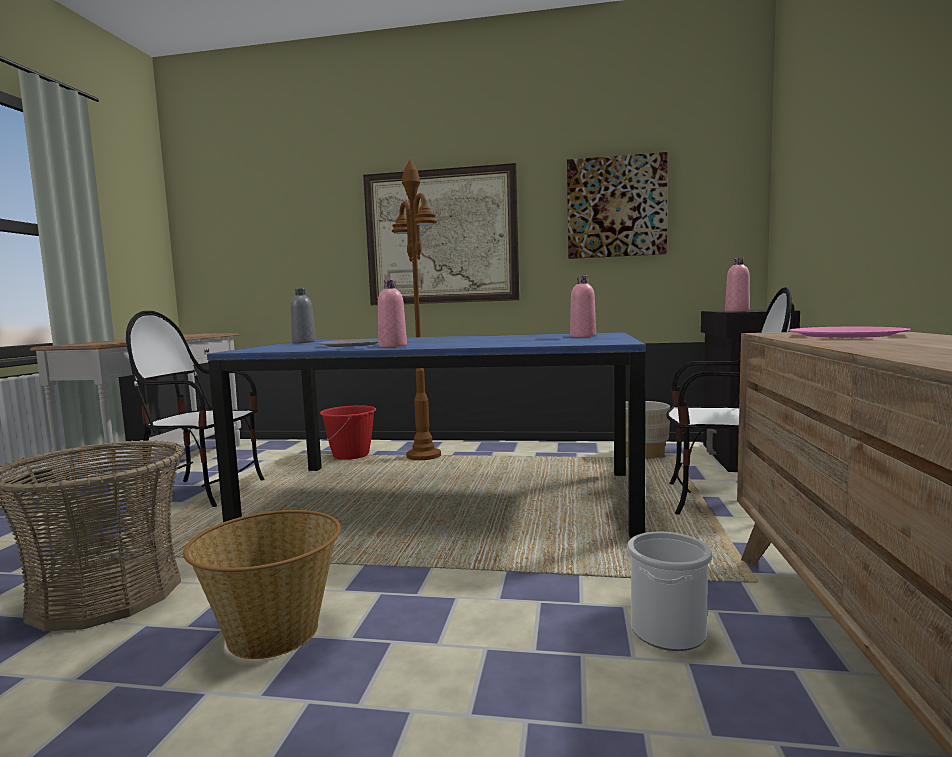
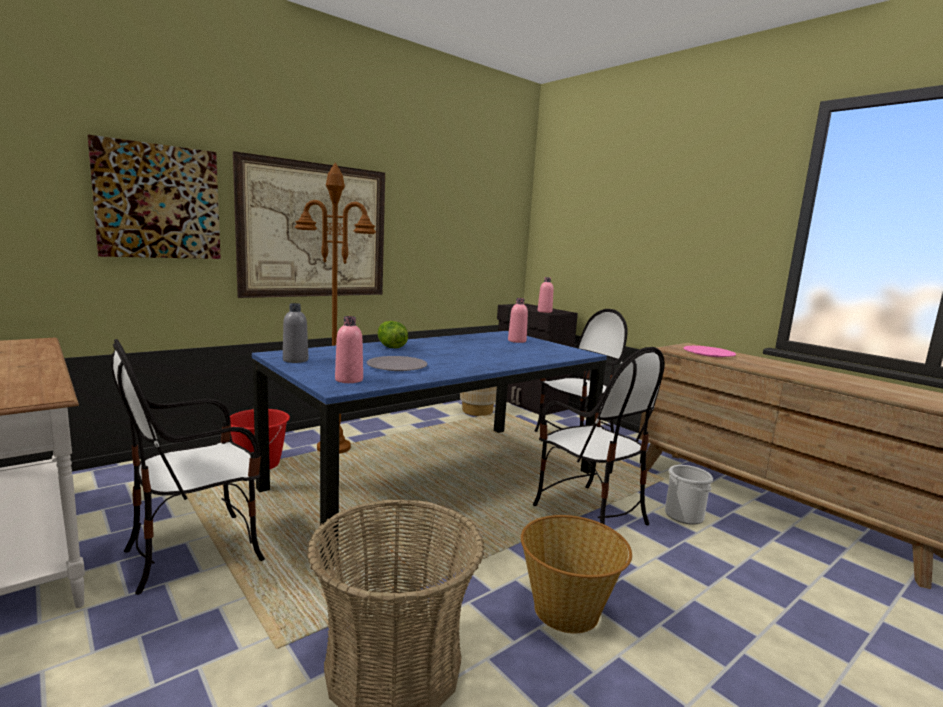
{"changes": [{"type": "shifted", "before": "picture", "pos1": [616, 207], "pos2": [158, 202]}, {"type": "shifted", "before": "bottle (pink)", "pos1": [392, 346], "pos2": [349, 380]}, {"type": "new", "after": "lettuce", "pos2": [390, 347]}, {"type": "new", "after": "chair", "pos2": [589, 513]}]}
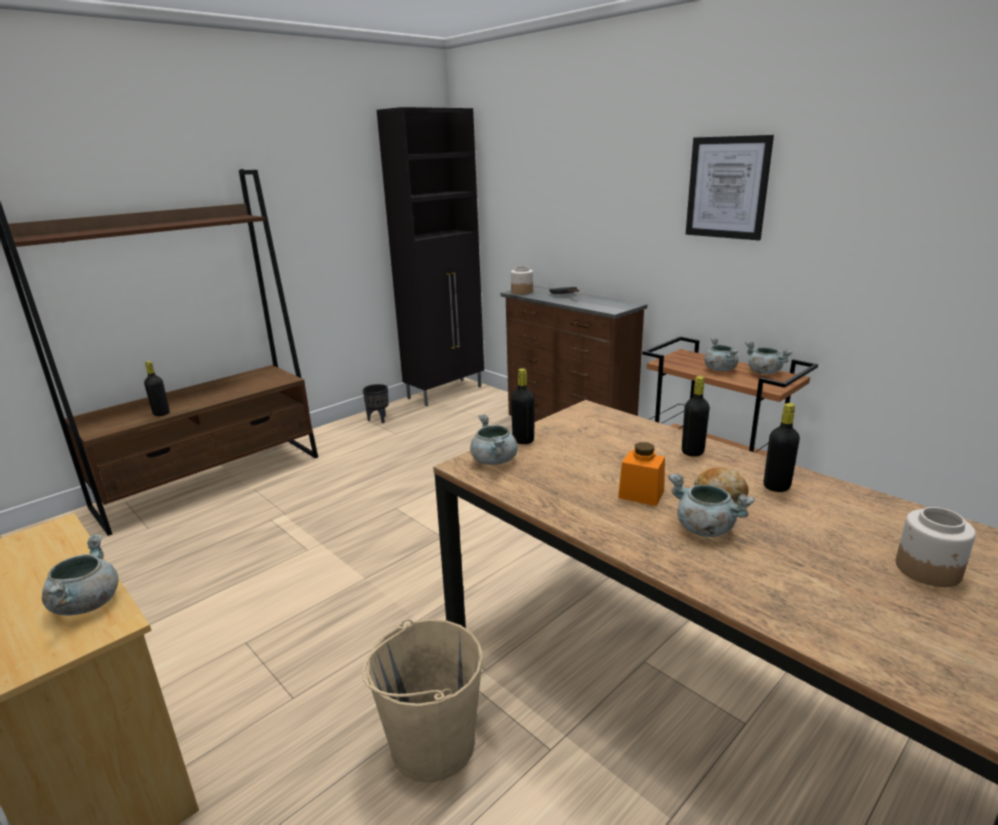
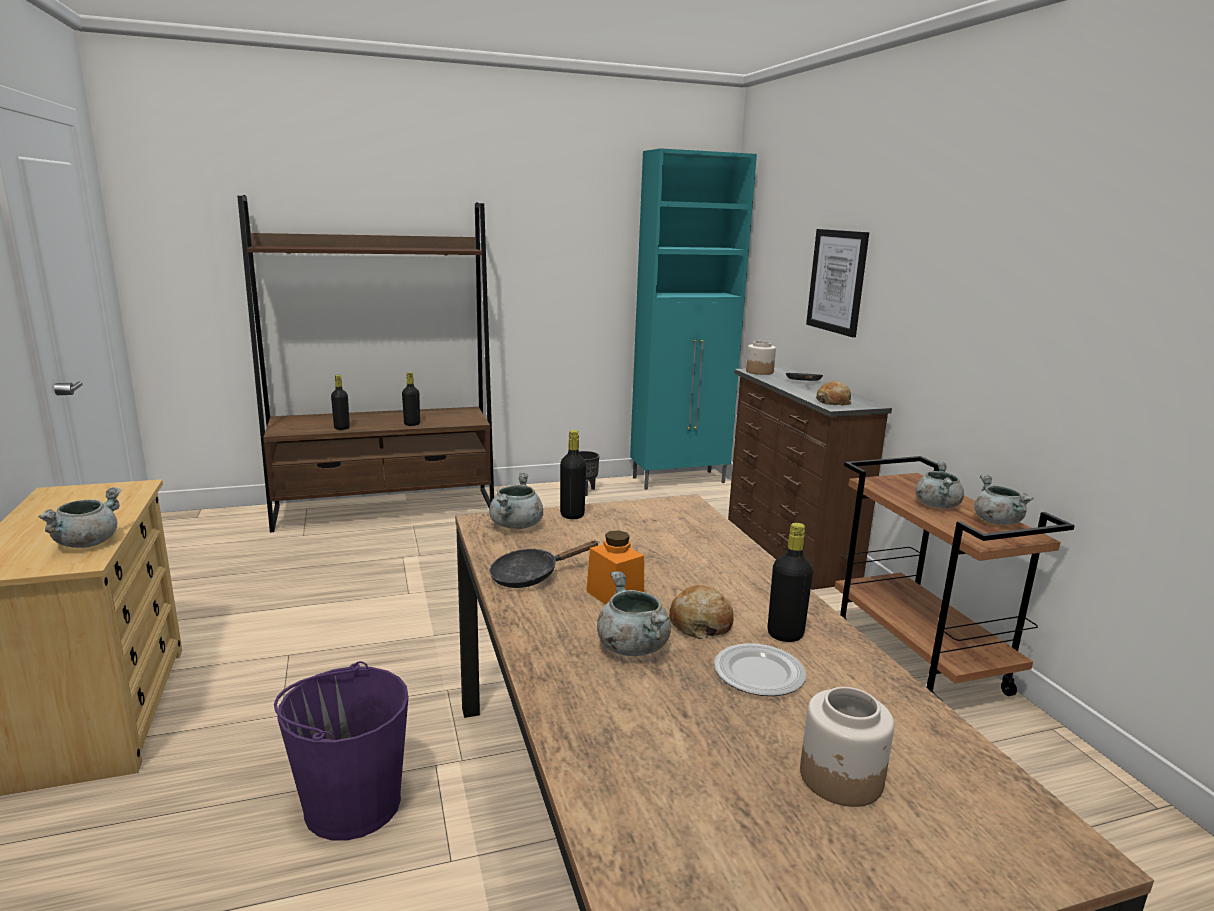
{"changes": [{"type": "repainted", "before": "cabinet (black)", "after": "cabinet (turquoise)", "pos1": [446, 392], "pos2": [680, 480]}, {"type": "shifted", "before": "picture", "pos1": [727, 188], "pos2": [837, 281]}, {"type": "shifted", "before": "bottle (black)", "pos1": [692, 452], "pos2": [412, 424]}, {"type": "repainted", "before": "bucket (beige)", "after": "bucket (purple)", "pos1": [432, 743], "pos2": [352, 804]}, {"type": "new", "after": "bread", "pos2": [833, 402]}, {"type": "new", "after": "frying pan (black)", "pos2": [531, 576]}, {"type": "new", "after": "plate", "pos2": [759, 675]}]}
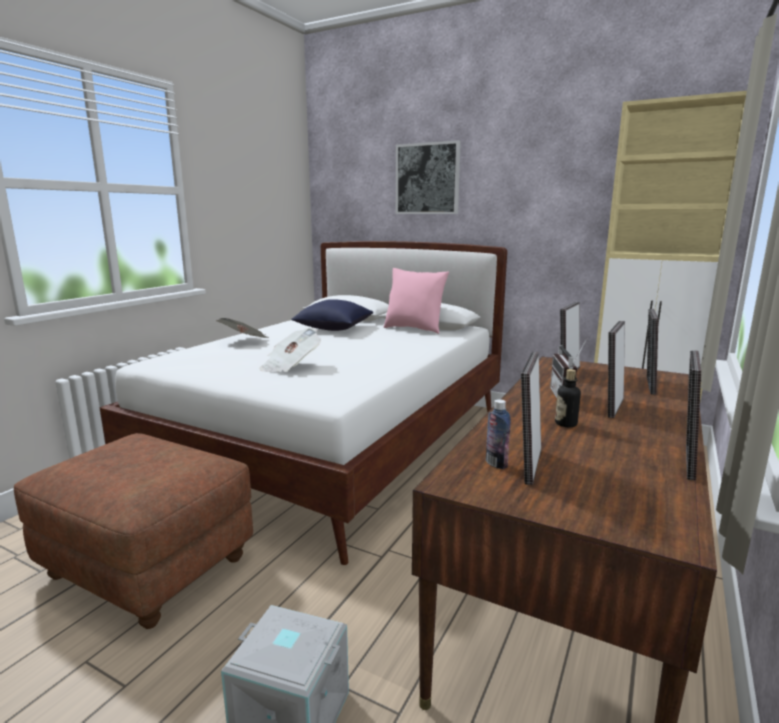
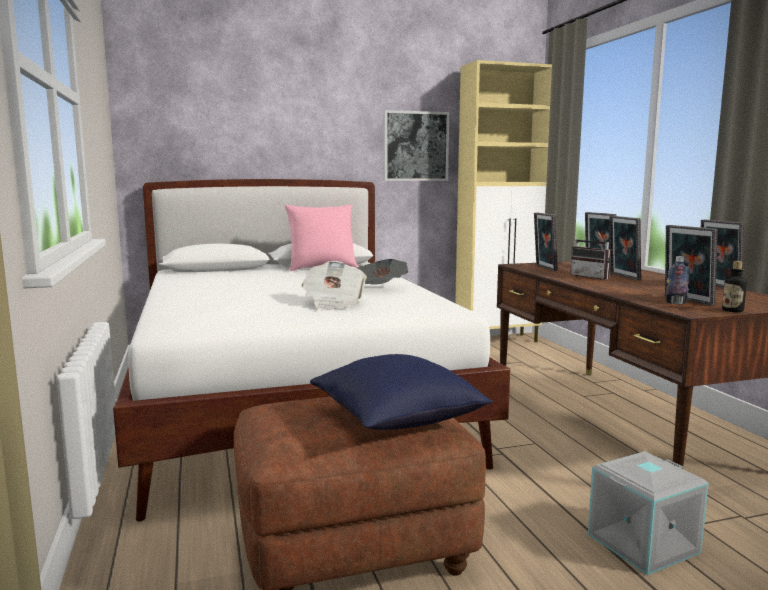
{"changes": [{"type": "shifted", "before": "picture", "pos1": [427, 179], "pos2": [415, 146]}, {"type": "shifted", "before": "pillow (blue)", "pos1": [333, 329], "pos2": [397, 419]}, {"type": "shifted", "before": "newspaper", "pos1": [245, 342], "pos2": [379, 289]}, {"type": "shifted", "before": "bottle", "pos1": [565, 424], "pos2": [732, 310]}]}
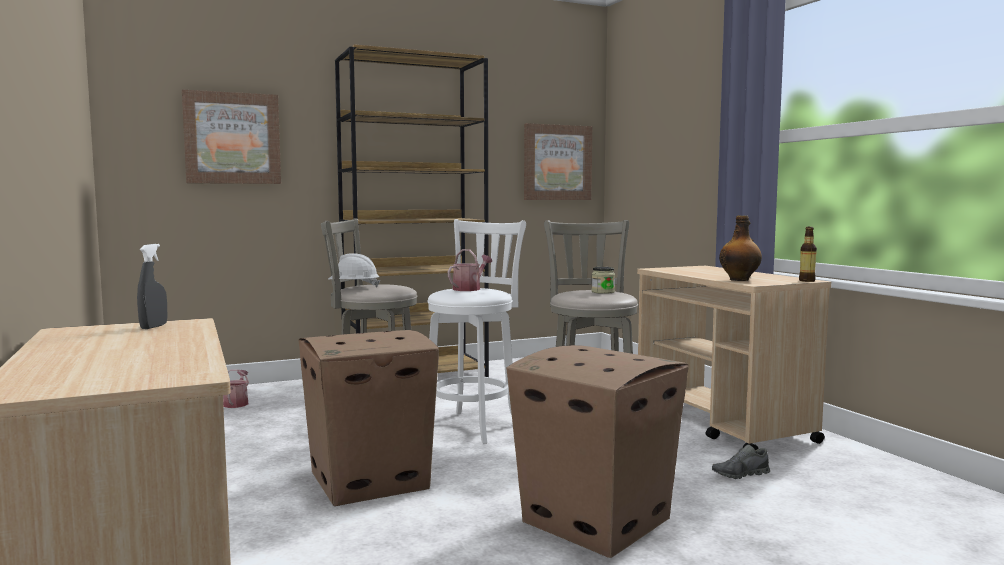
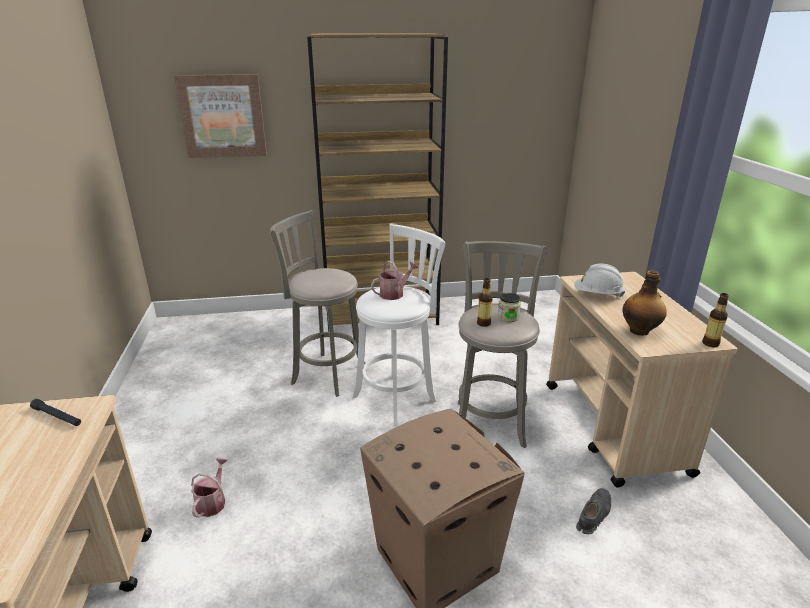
{"changes": [{"type": "gone", "before": "picture", "pos1": [557, 162]}, {"type": "swapped", "before": "spray bottle (grey)", "after": "flashlight (black)", "pos1": [153, 327], "pos2": [57, 417]}, {"type": "shifted", "before": "hard hat (white)", "pos1": [353, 287], "pos2": [597, 295]}, {"type": "gone", "before": "cardboard box", "pos1": [371, 480]}, {"type": "shifted", "before": "watering can", "pos1": [237, 403], "pos2": [212, 502]}, {"type": "rotated", "before": "shoe (grey)", "pos1": [740, 475], "pos2": [593, 515], "turn": 135}, {"type": "new", "after": "bottle", "pos2": [483, 323]}]}
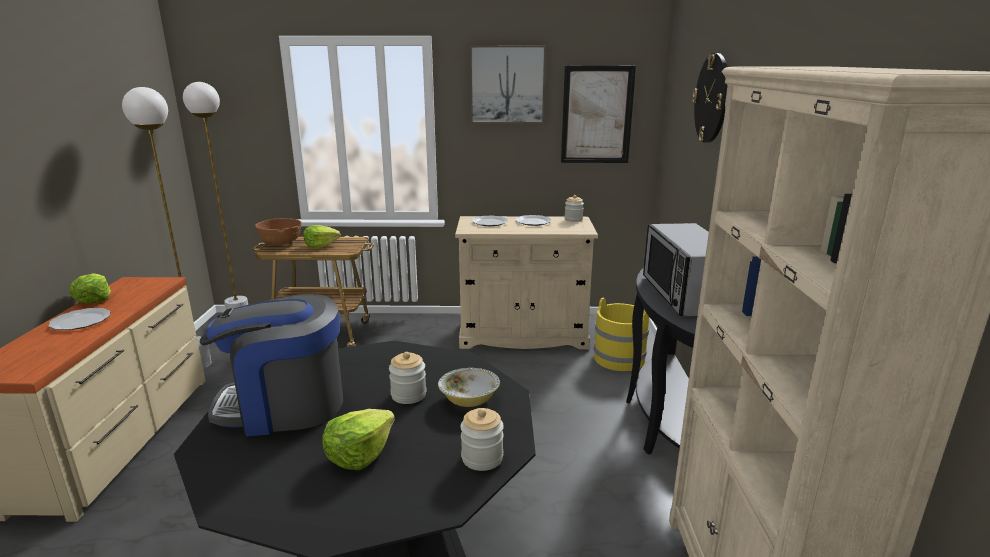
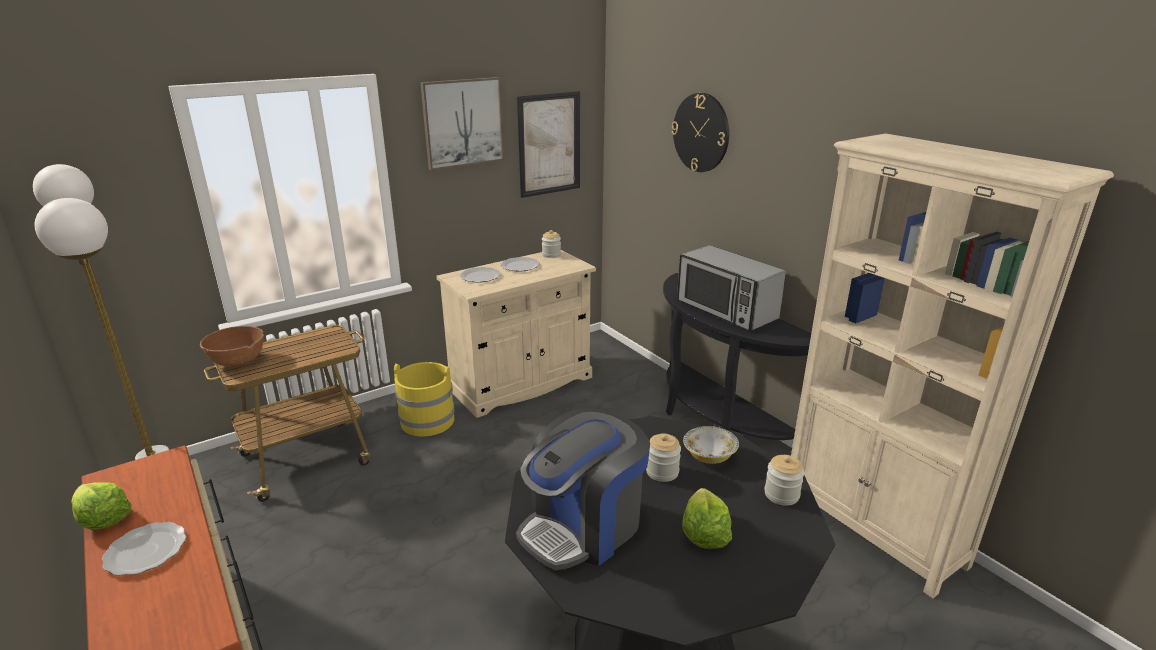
{"changes": [{"type": "gone", "before": "lettuce", "pos1": [320, 245]}, {"type": "shifted", "before": "bucket (yellow)", "pos1": [619, 358], "pos2": [428, 421]}]}
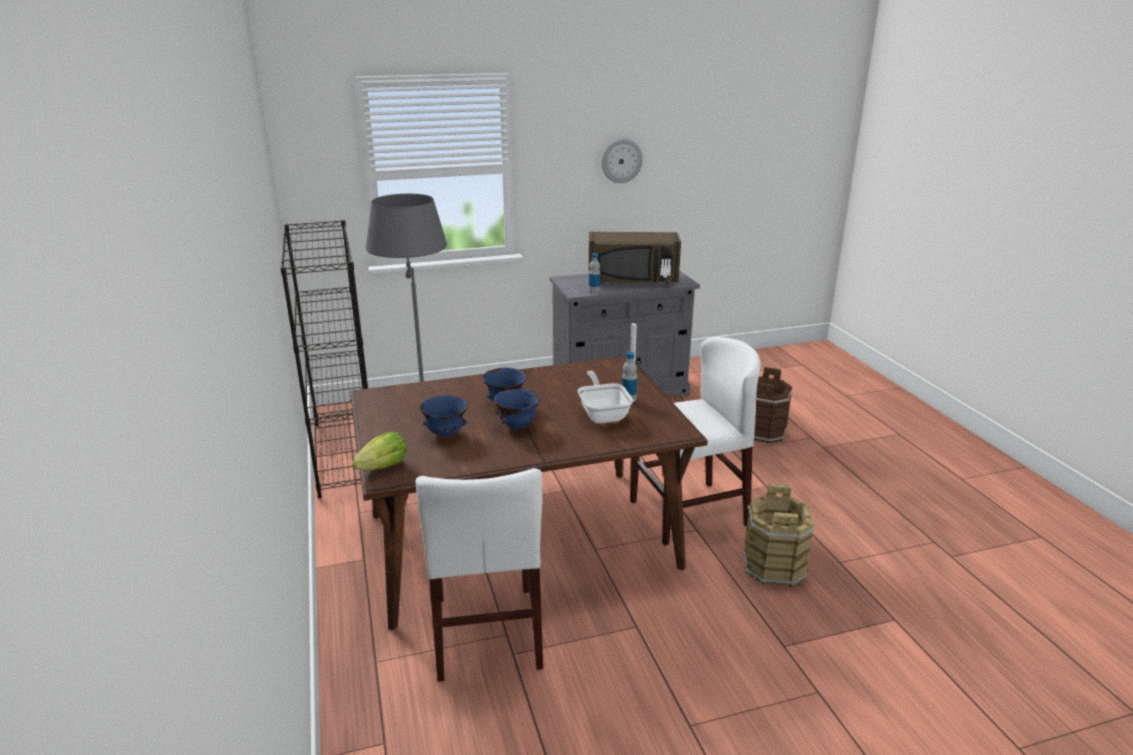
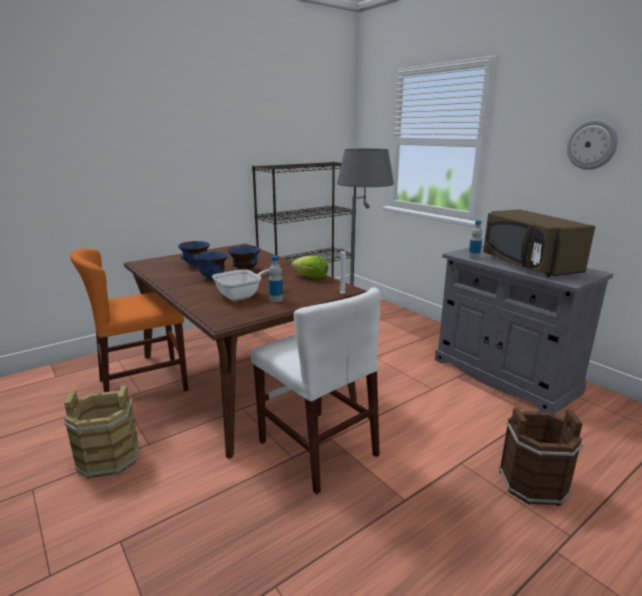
{"changes": [{"type": "shifted", "before": "lettuce", "pos1": [384, 467], "pos2": [311, 278]}, {"type": "repainted", "before": "chair (white)", "after": "chair (orange)", "pos1": [487, 631], "pos2": [143, 385]}, {"type": "shifted", "before": "bucket (brown)", "pos1": [773, 566], "pos2": [109, 457]}]}
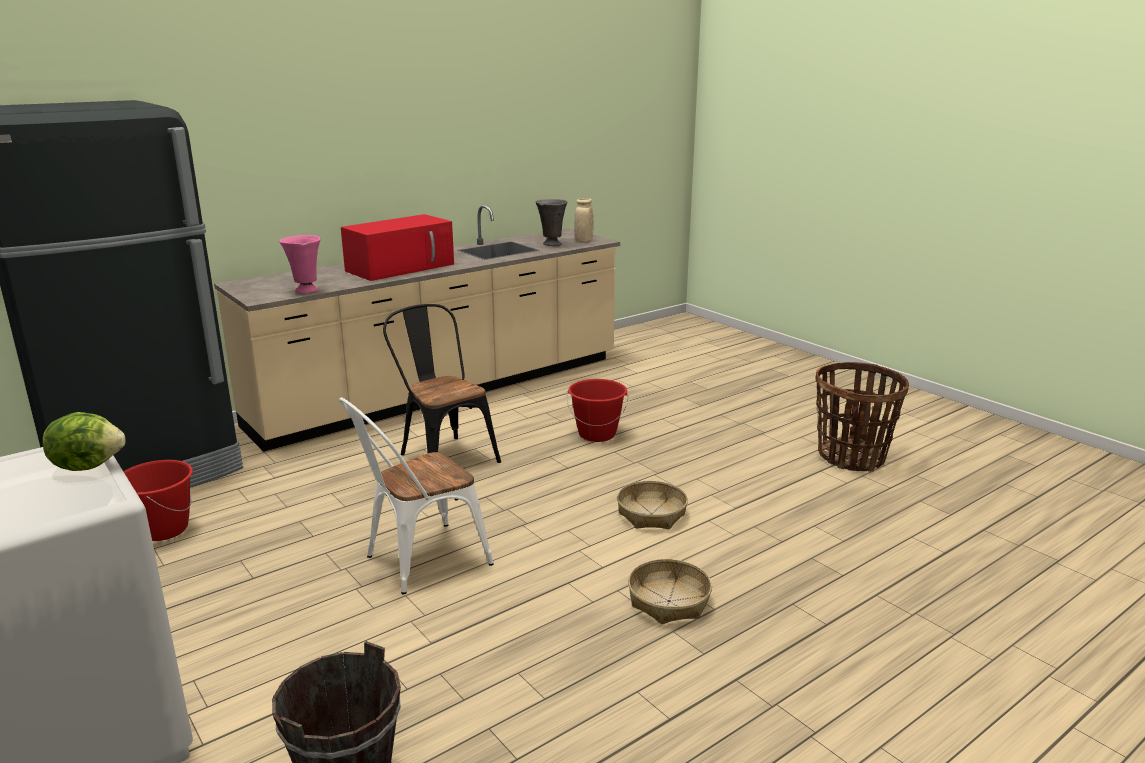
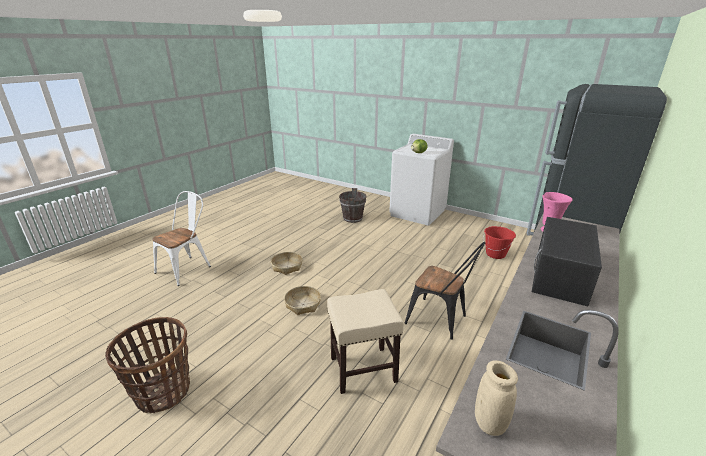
{"changes": [{"type": "gone", "before": "vase (grey)", "pos1": [551, 244]}, {"type": "repainted", "before": "microwave (red)", "after": "microwave (black)", "pos1": [401, 267], "pos2": [560, 275]}, {"type": "swapped", "before": "bucket (red)", "after": "stool (beige)", "pos1": [597, 434], "pos2": [362, 369]}, {"type": "shifted", "before": "chair (white)", "pos1": [418, 561], "pos2": [187, 268]}]}
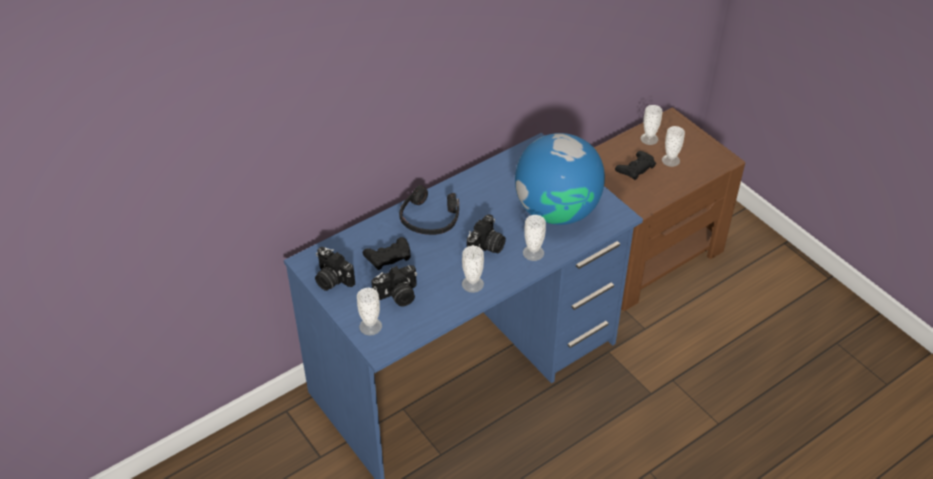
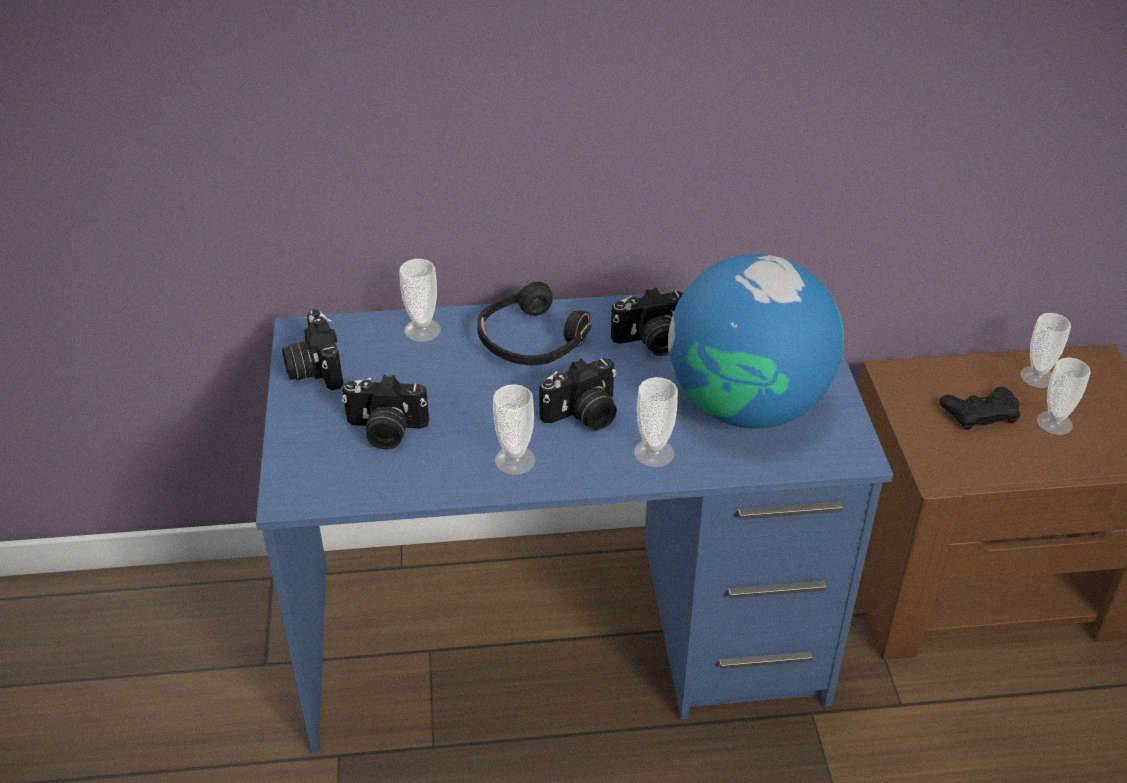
{"changes": [{"type": "gone", "before": "game controller (black)", "pos1": [388, 256]}, {"type": "shifted", "before": "cup", "pos1": [370, 326], "pos2": [422, 330]}, {"type": "new", "after": "photo camera", "pos2": [651, 341]}]}
